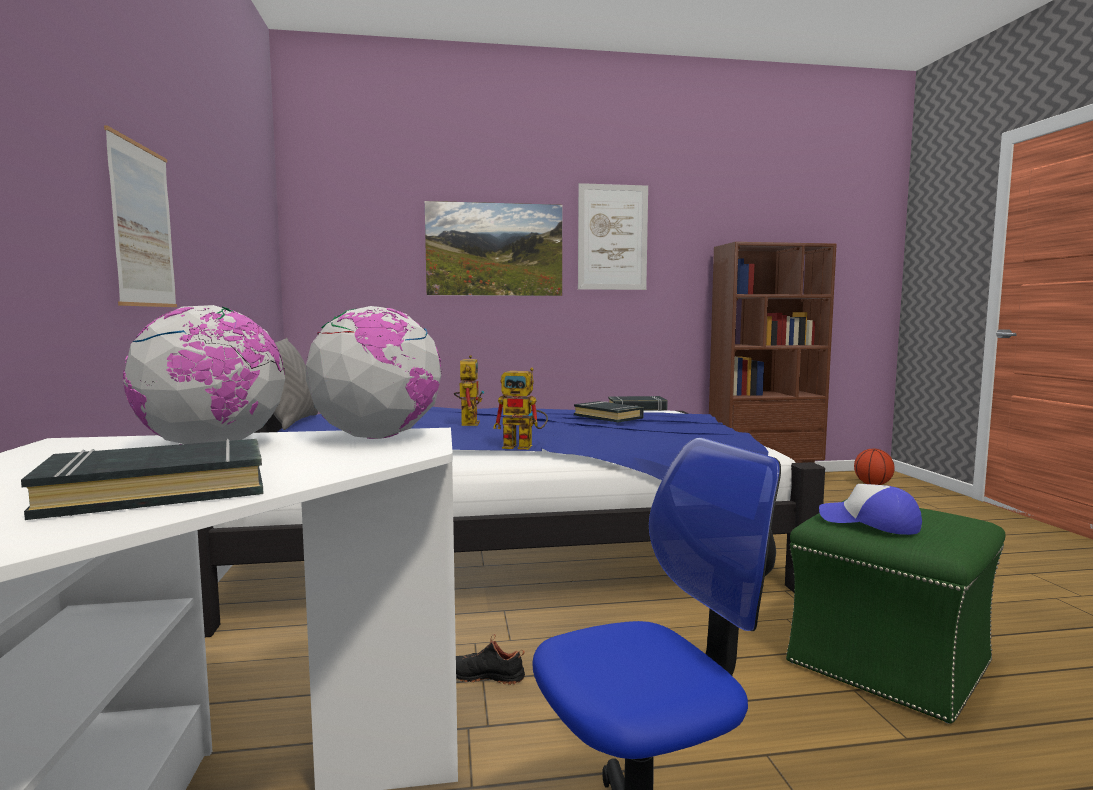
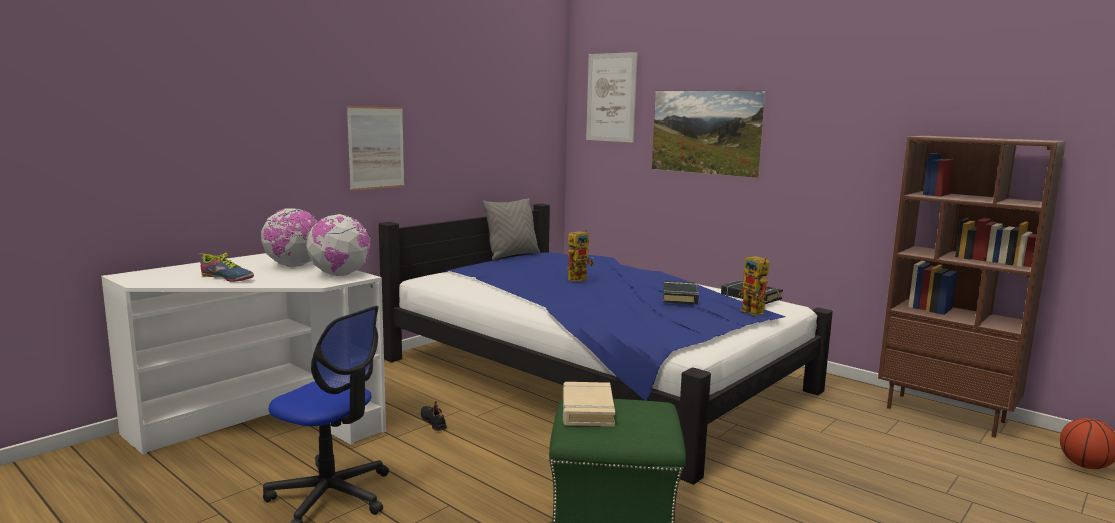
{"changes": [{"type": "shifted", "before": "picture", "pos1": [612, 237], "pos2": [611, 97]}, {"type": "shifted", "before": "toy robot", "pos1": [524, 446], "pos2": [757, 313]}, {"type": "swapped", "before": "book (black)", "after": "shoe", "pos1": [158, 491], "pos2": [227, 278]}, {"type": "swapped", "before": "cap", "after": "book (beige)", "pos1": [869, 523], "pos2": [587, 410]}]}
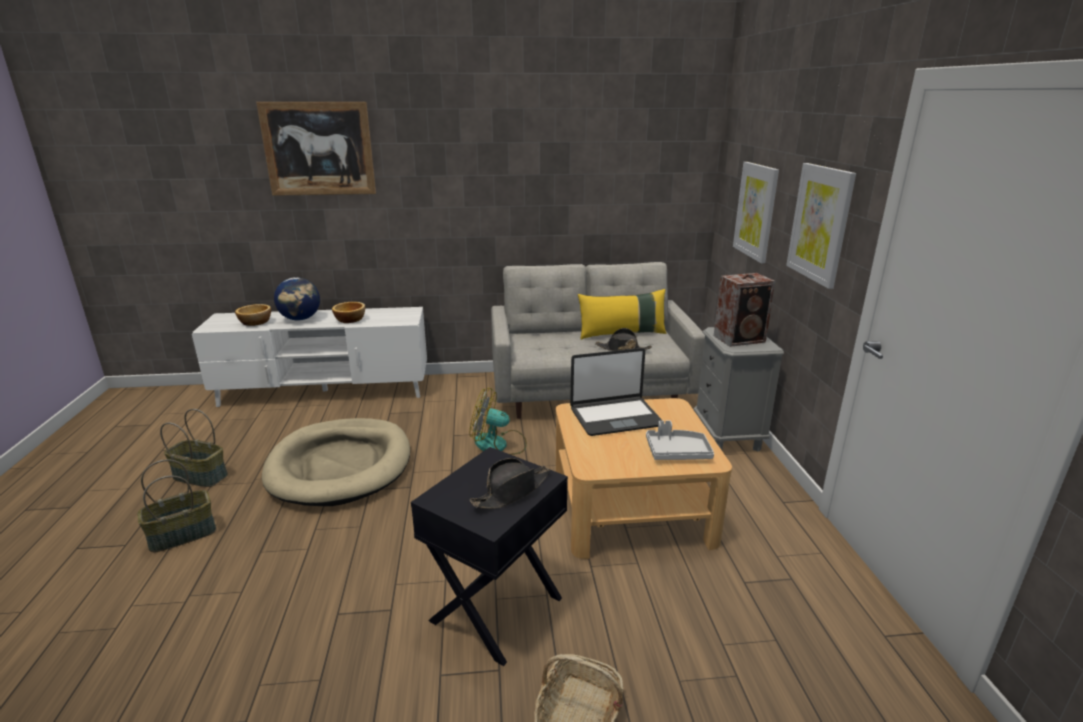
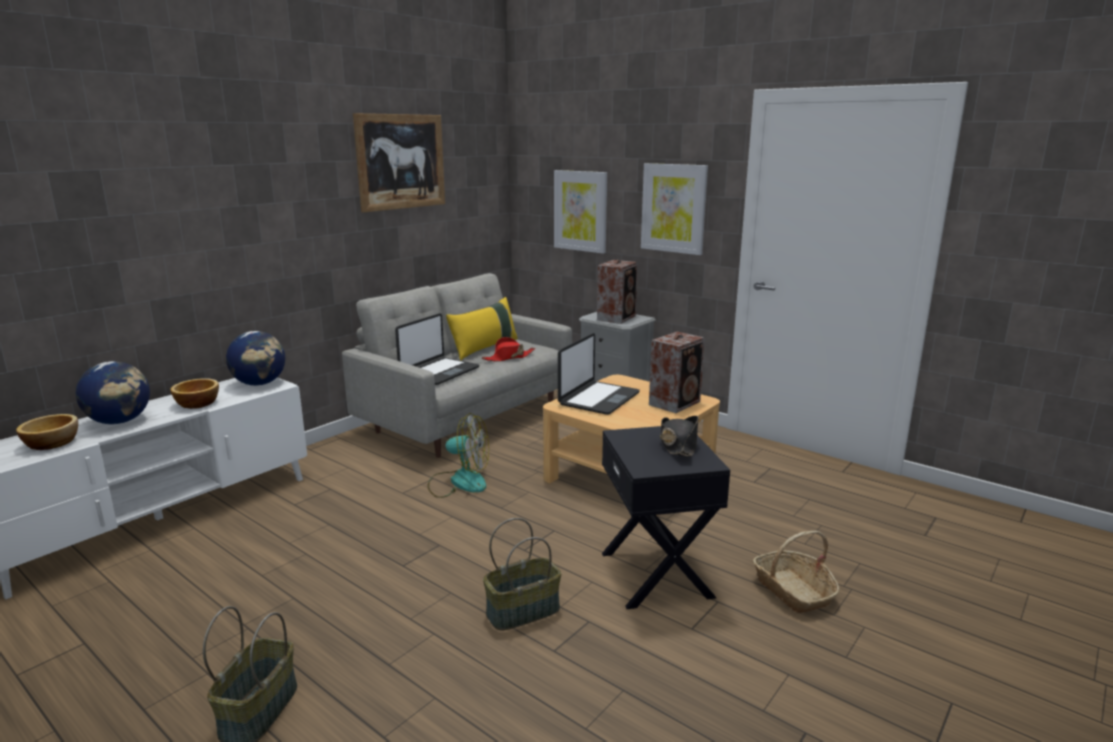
{"changes": [{"type": "shifted", "before": "picture", "pos1": [318, 149], "pos2": [401, 162]}, {"type": "repainted", "before": "hat (black)", "after": "hat (red)", "pos1": [622, 349], "pos2": [508, 357]}, {"type": "rotated", "before": "fan", "pos1": [498, 445], "pos2": [459, 482], "turn": -135}, {"type": "shifted", "before": "basket", "pos1": [201, 476], "pos2": [523, 610]}, {"type": "gone", "before": "dog bed (beige)", "pos1": [340, 466]}, {"type": "swapped", "before": "tray (grey)", "after": "speaker", "pos1": [677, 452], "pos2": [676, 403]}, {"type": "new", "after": "laptop", "pos2": [439, 372]}, {"type": "new", "after": "globe", "pos2": [260, 384]}]}
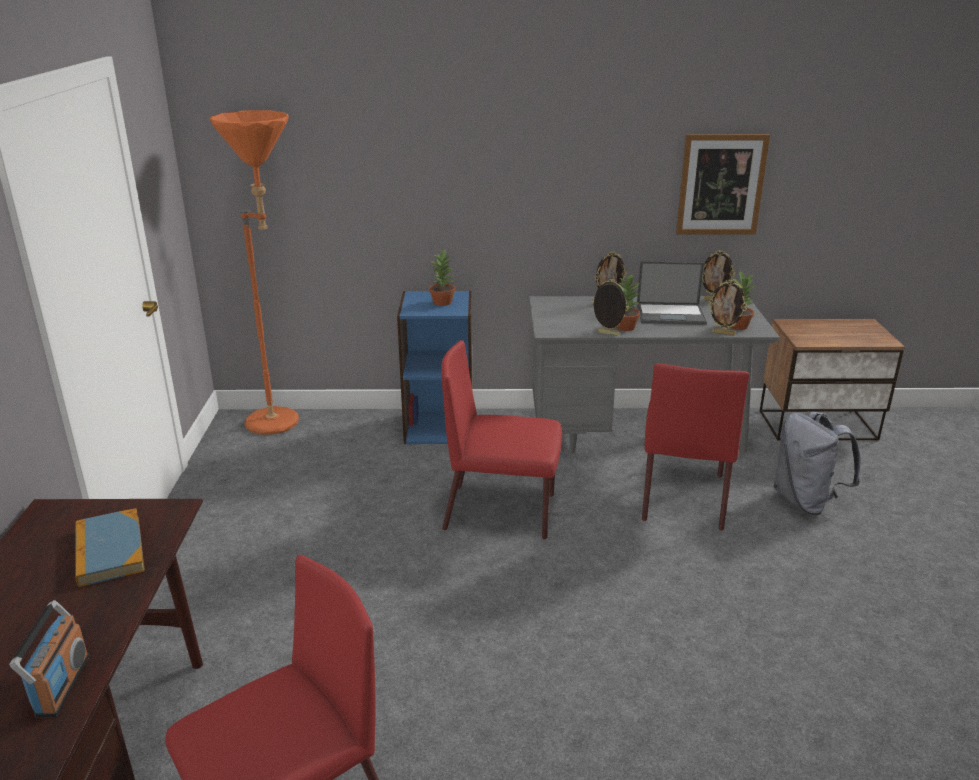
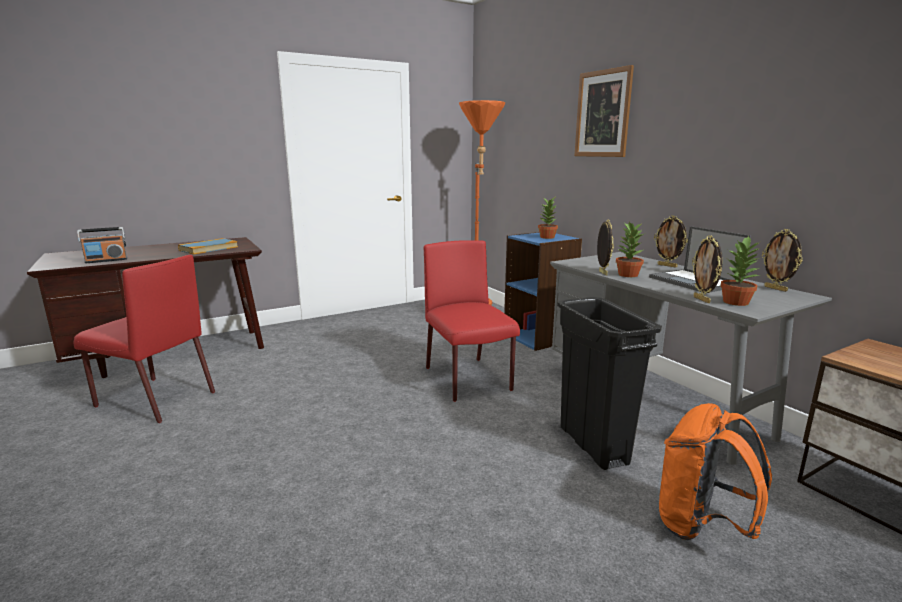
{"changes": [{"type": "shifted", "before": "picture", "pos1": [721, 185], "pos2": [603, 114]}, {"type": "swapped", "before": "chair (red)", "after": "trash can (black)", "pos1": [683, 496], "pos2": [593, 445]}, {"type": "repainted", "before": "backpack (grey)", "after": "backpack (orange)", "pos1": [806, 501], "pos2": [700, 526]}]}
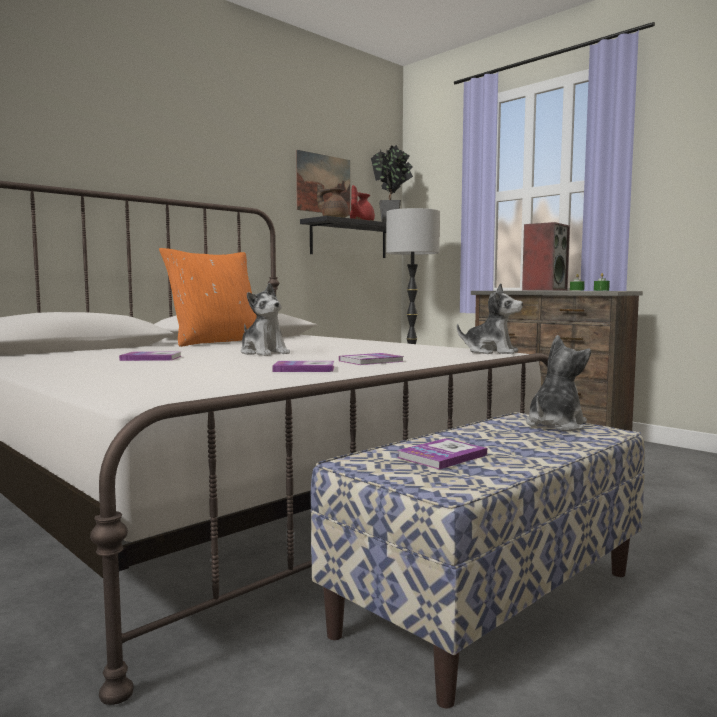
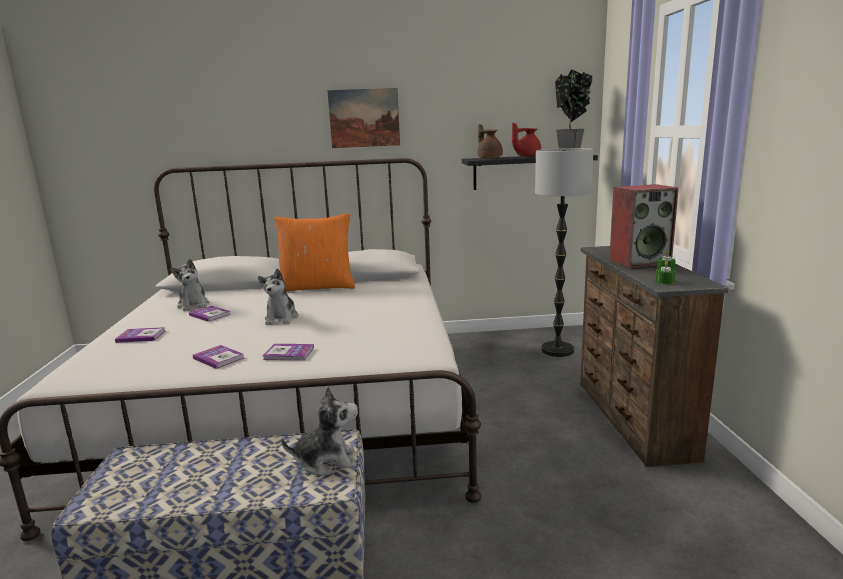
{"changes": [{"type": "shifted", "before": "picture", "pos1": [323, 184], "pos2": [364, 118]}, {"type": "shifted", "before": "plush toy", "pos1": [491, 352], "pos2": [193, 305]}, {"type": "shifted", "before": "book", "pos1": [442, 456], "pos2": [141, 336]}]}
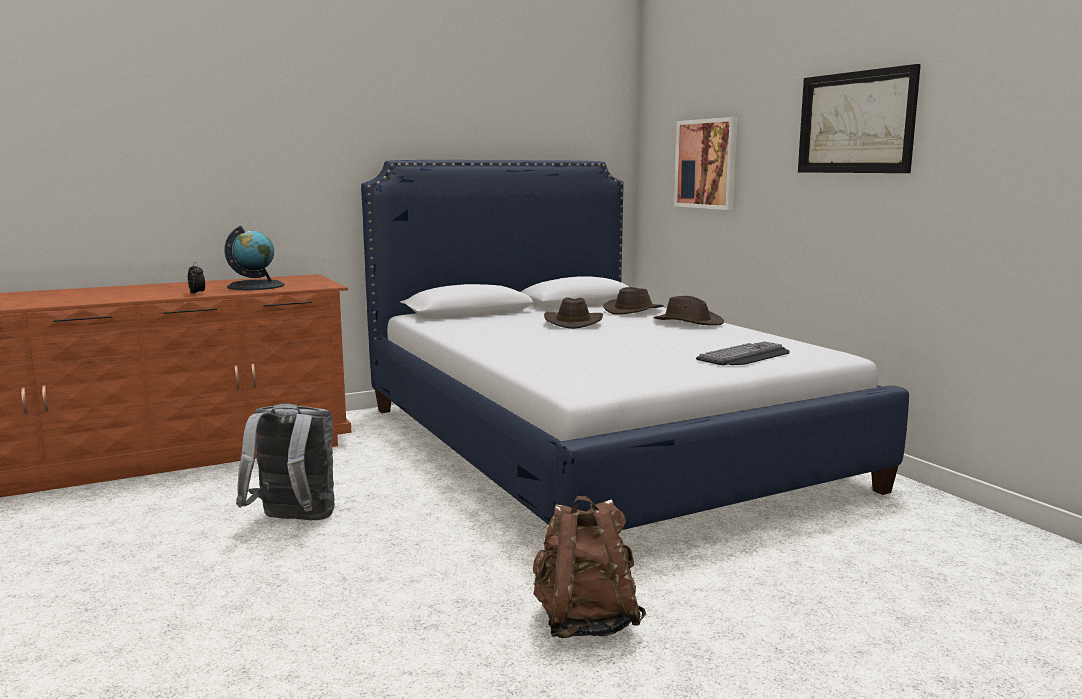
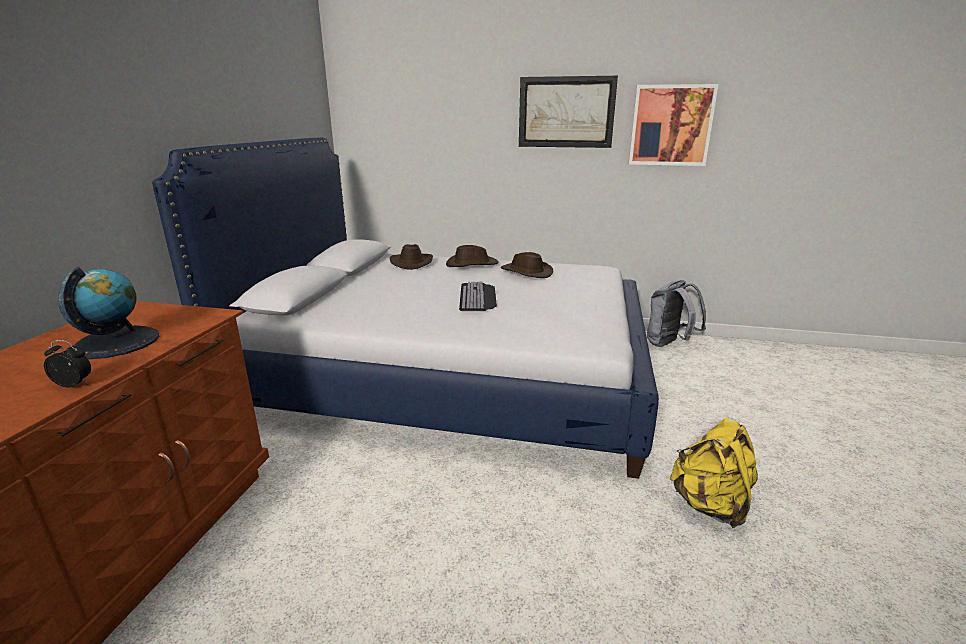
{"changes": [{"type": "shifted", "before": "picture", "pos1": [706, 164], "pos2": [671, 125]}, {"type": "shifted", "before": "hat (brown)", "pos1": [573, 322], "pos2": [526, 272]}, {"type": "shifted", "before": "keyboard", "pos1": [747, 356], "pos2": [478, 297]}, {"type": "shifted", "before": "backpack (grey)", "pos1": [293, 521], "pos2": [669, 344]}, {"type": "repainted", "before": "backpack (brown)", "after": "backpack (yellow)", "pos1": [585, 622], "pos2": [710, 505]}]}
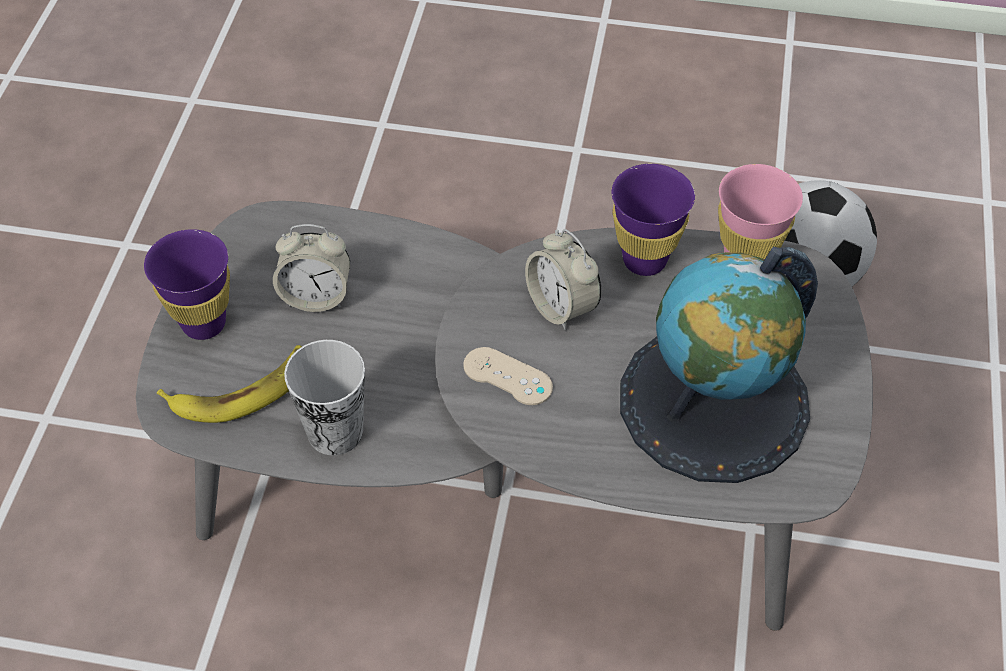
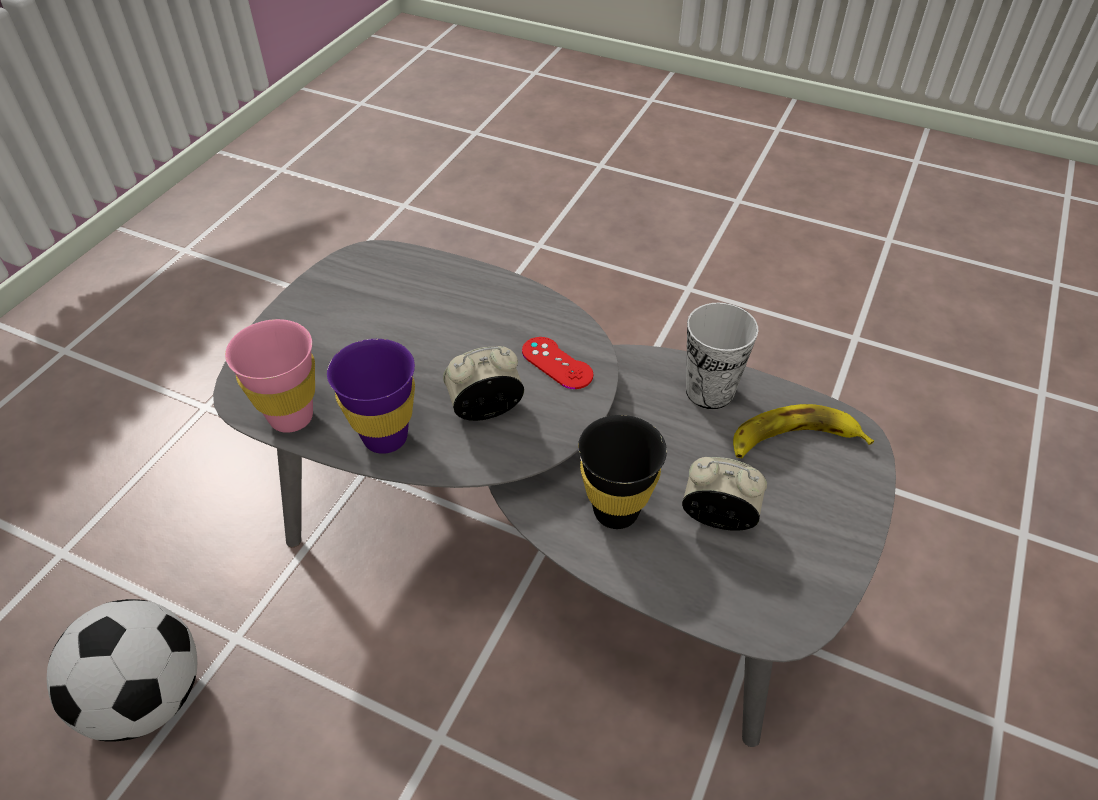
{"changes": [{"type": "gone", "before": "cup (purple)", "pos1": [204, 323]}, {"type": "rotated", "before": "alarm clock", "pos1": [561, 307], "pos2": [486, 410], "turn": -90}, {"type": "gone", "before": "globe", "pos1": [714, 402]}, {"type": "repainted", "before": "game controller (beige)", "after": "game controller (red)", "pos1": [507, 376], "pos2": [557, 363]}, {"type": "new", "after": "cup (black)", "pos2": [616, 511]}]}
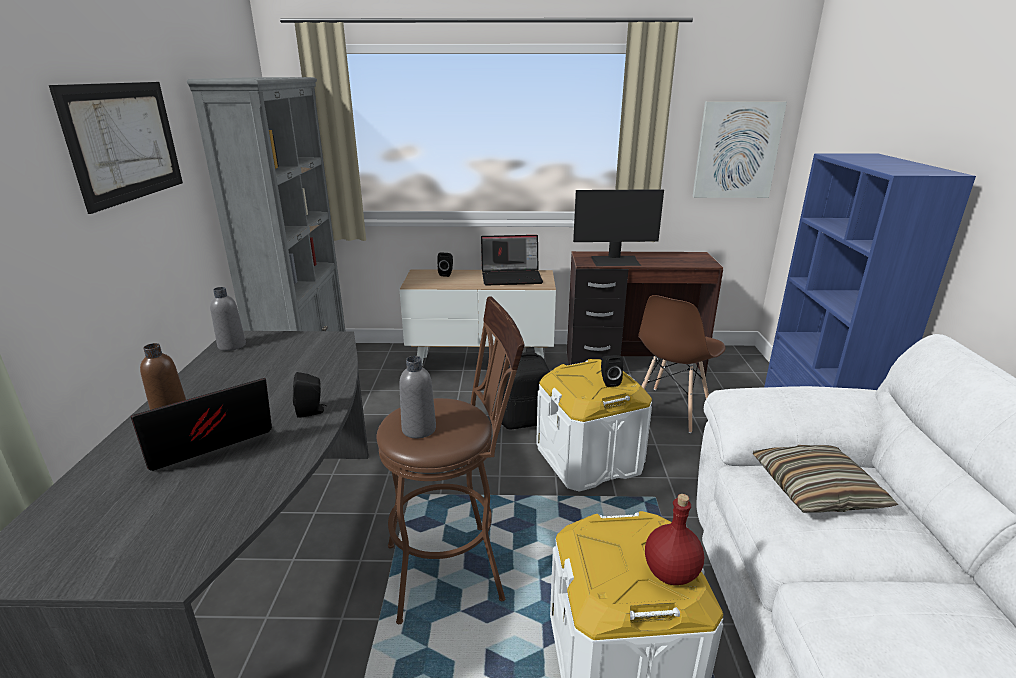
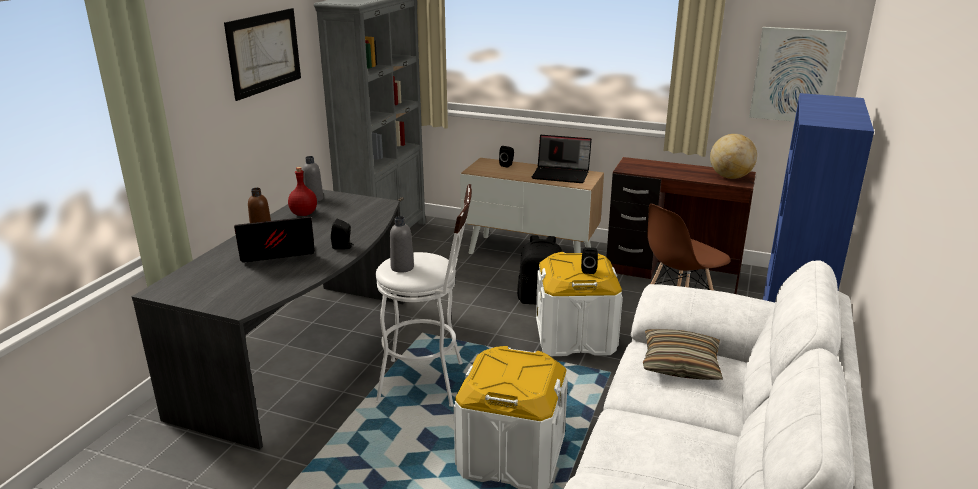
{"changes": [{"type": "gone", "before": "monitor", "pos1": [616, 261]}, {"type": "repainted", "before": "stool (brown)", "after": "stool (white)", "pos1": [455, 568], "pos2": [429, 382]}, {"type": "shifted", "before": "bottle (red)", "pos1": [671, 574], "pos2": [303, 214]}, {"type": "new", "after": "globe", "pos2": [730, 177]}]}
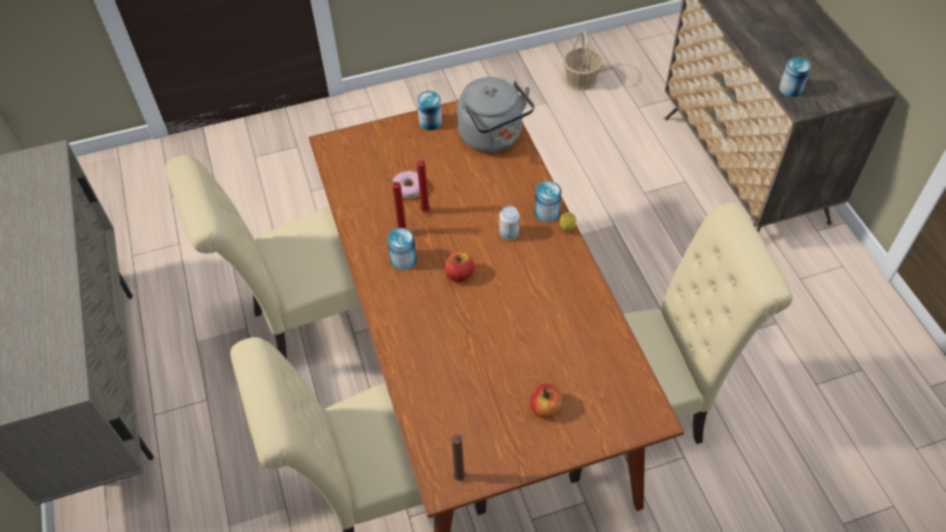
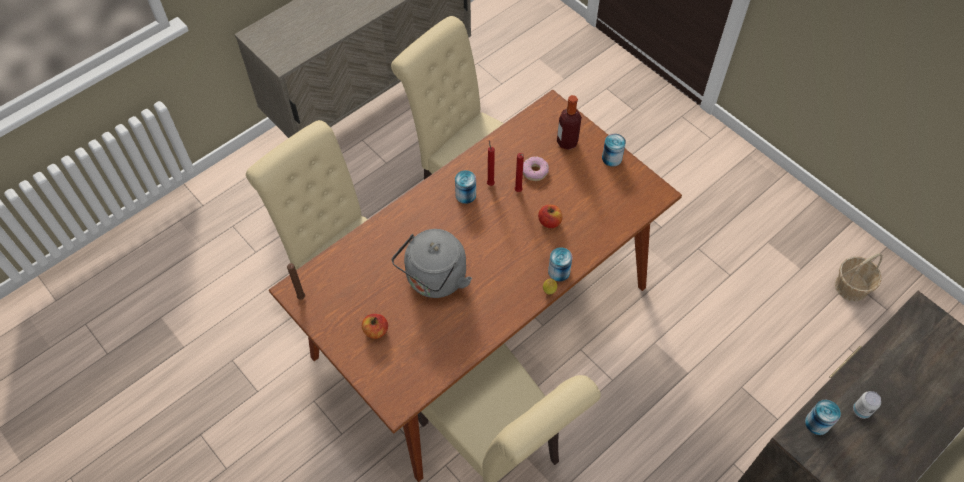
{"changes": [{"type": "shifted", "before": "kettle (grey)", "pos1": [493, 137], "pos2": [434, 280]}, {"type": "shifted", "before": "can", "pos1": [509, 233], "pos2": [861, 410]}, {"type": "shifted", "before": "apple", "pos1": [459, 274], "pos2": [549, 222]}, {"type": "new", "after": "bottle", "pos2": [567, 142]}]}
